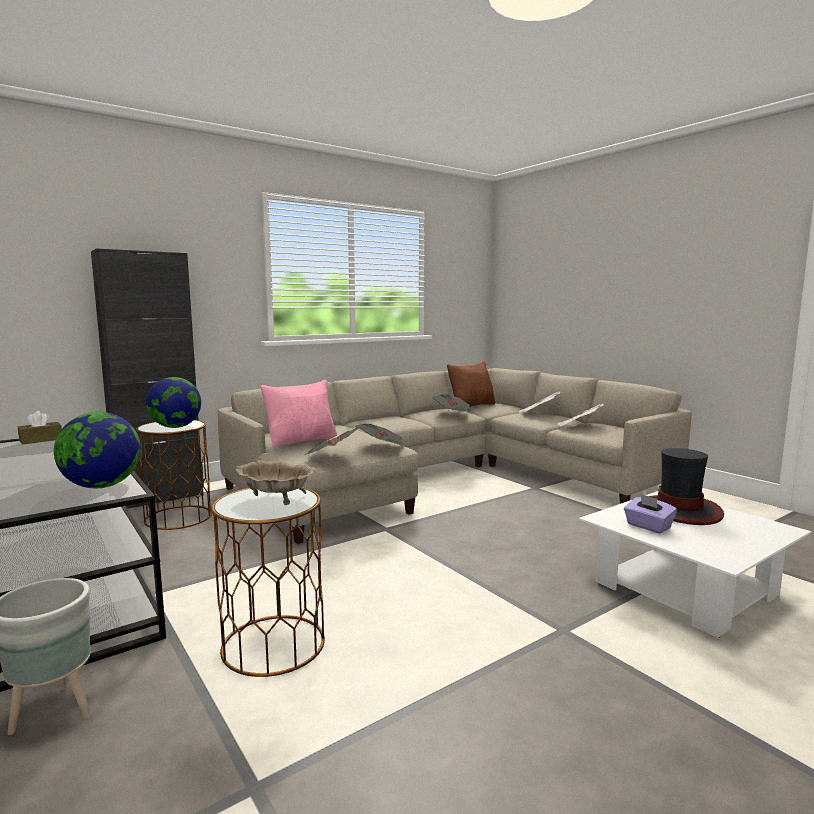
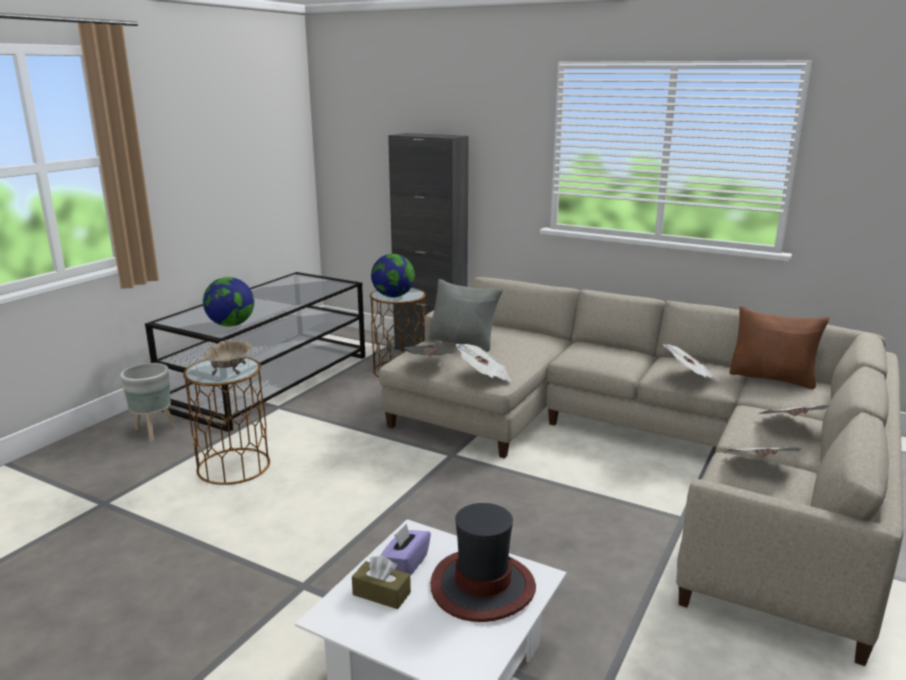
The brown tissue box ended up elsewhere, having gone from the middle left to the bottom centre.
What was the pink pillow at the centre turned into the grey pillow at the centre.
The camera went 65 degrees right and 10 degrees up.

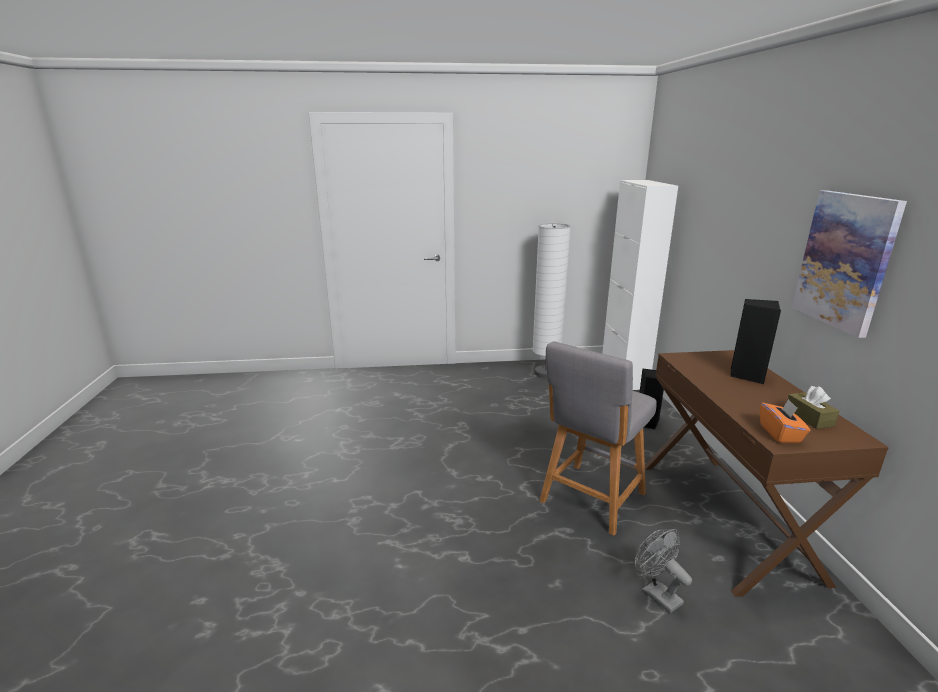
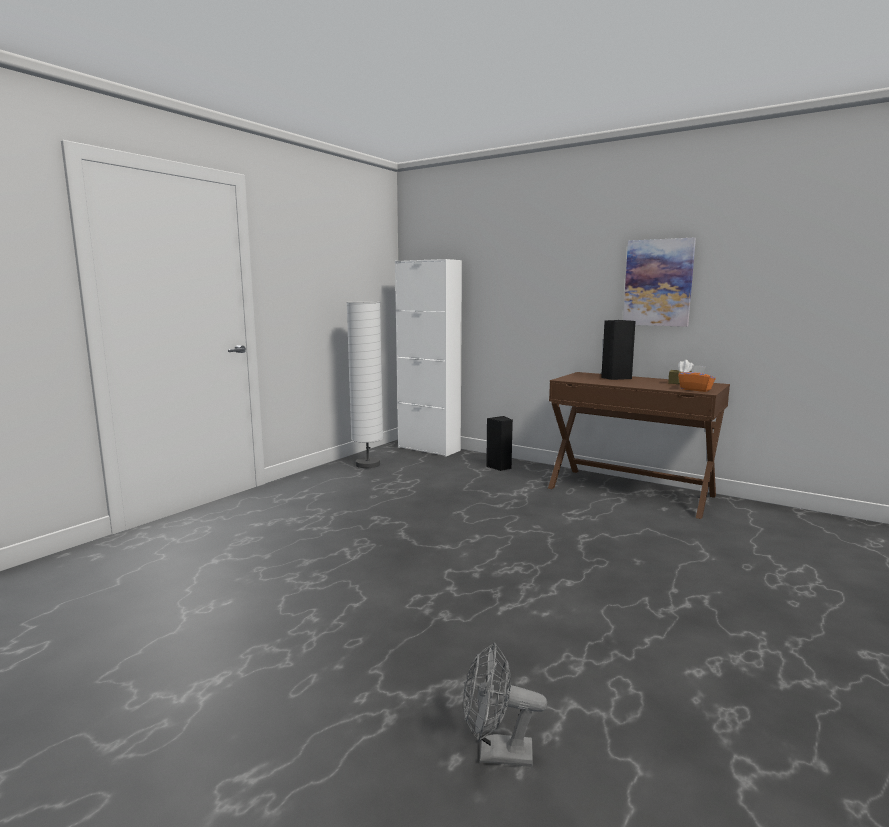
The second view lost the grey stool at the centre.
The grey fan ended up elsewhere, having gone from the bottom right to the bottom centre.
The camera went 50 degrees left and 10 degrees down.

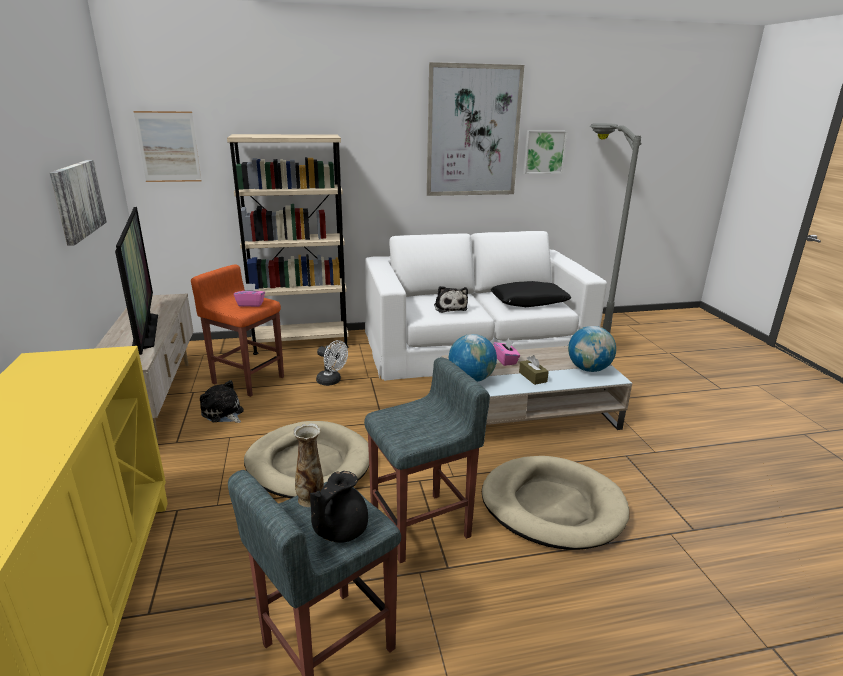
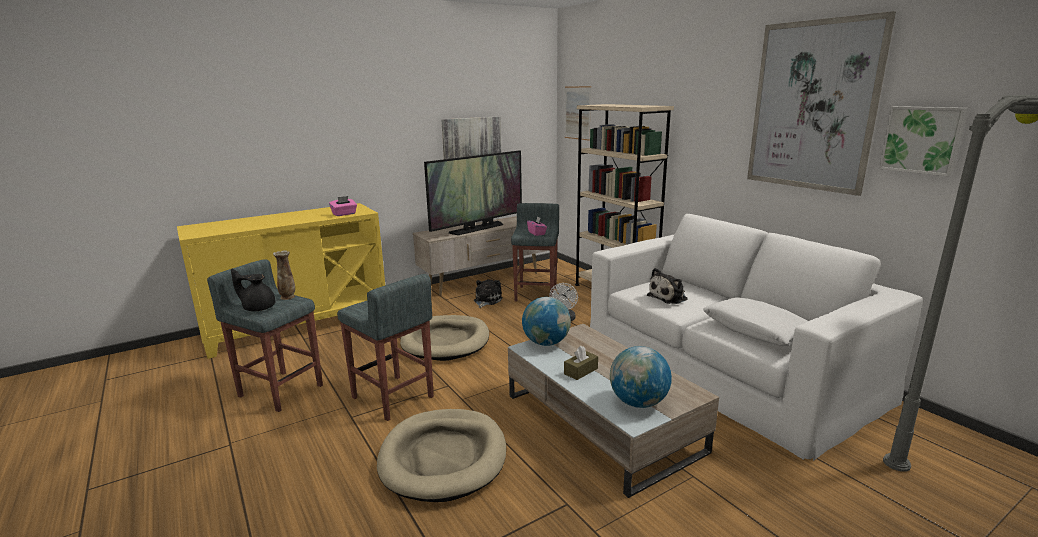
The pink tissue box (2nd from left in the first image) ended up elsewhere, having gone from the centre to the middle left.
What was the orange stool at the middle left turned into the grey stool (3rd from left) at the centre.
What was the black pillow at the centre turned into the white pillow at the middle right.
The camera went 70 degrees right and 5 degrees down.

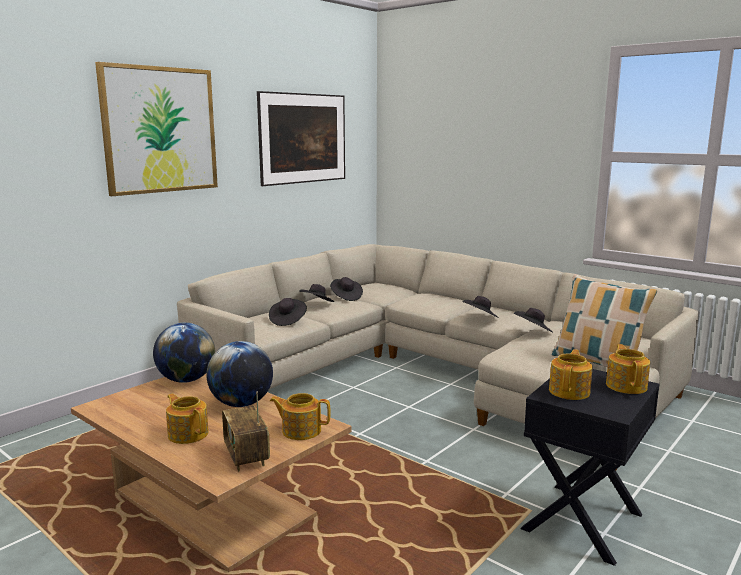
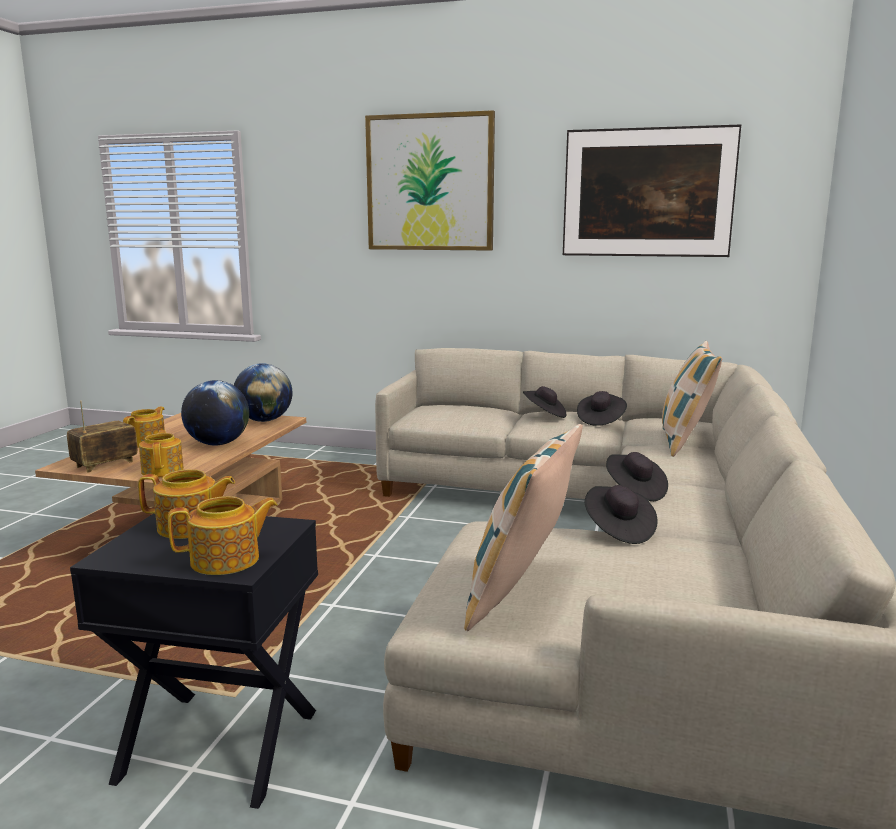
The second view lost the black hat (1st from left) at the centre.
The second view gained the pillow (2nd from left) at the middle right.
The camera went 65 degrees right and 0 degrees up.

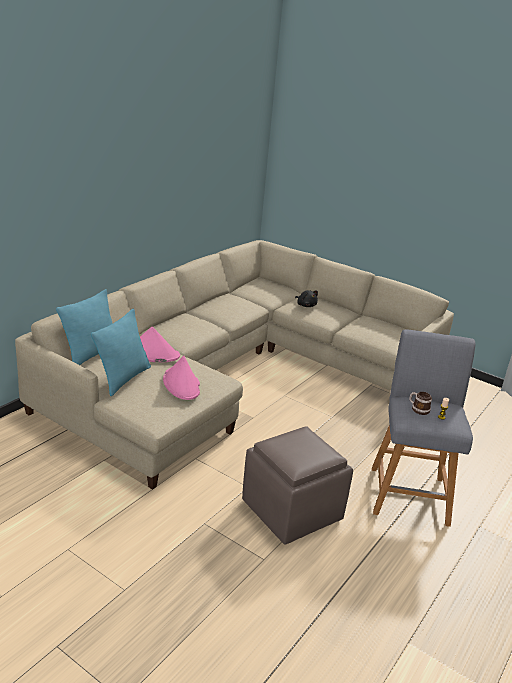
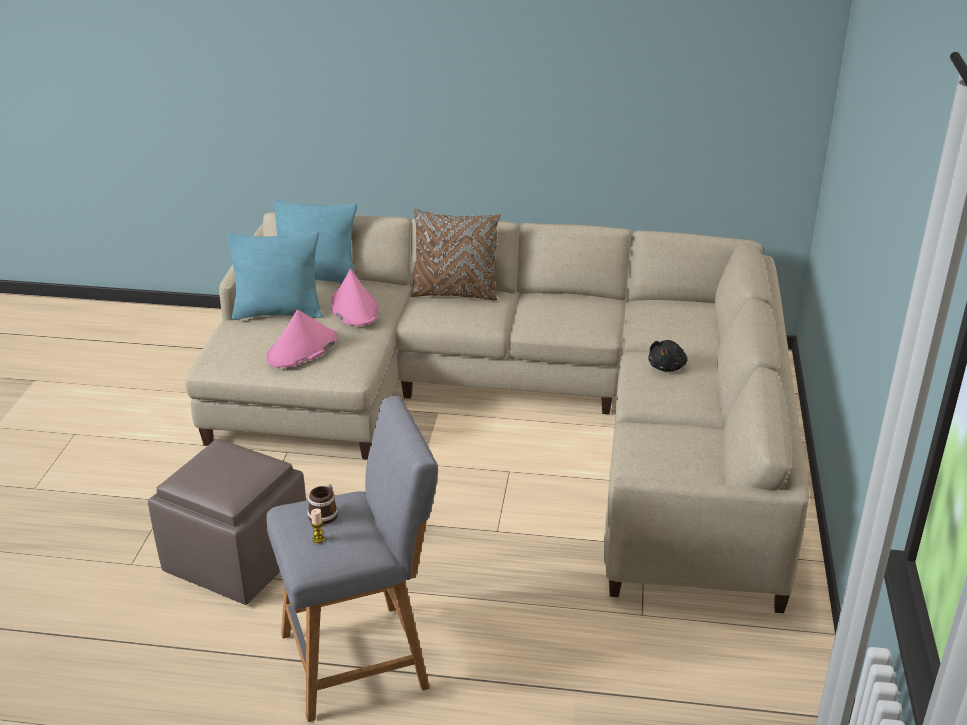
The second view gained the brown pillow at the centre.
The camera went 65 degrees right and 5 degrees up.

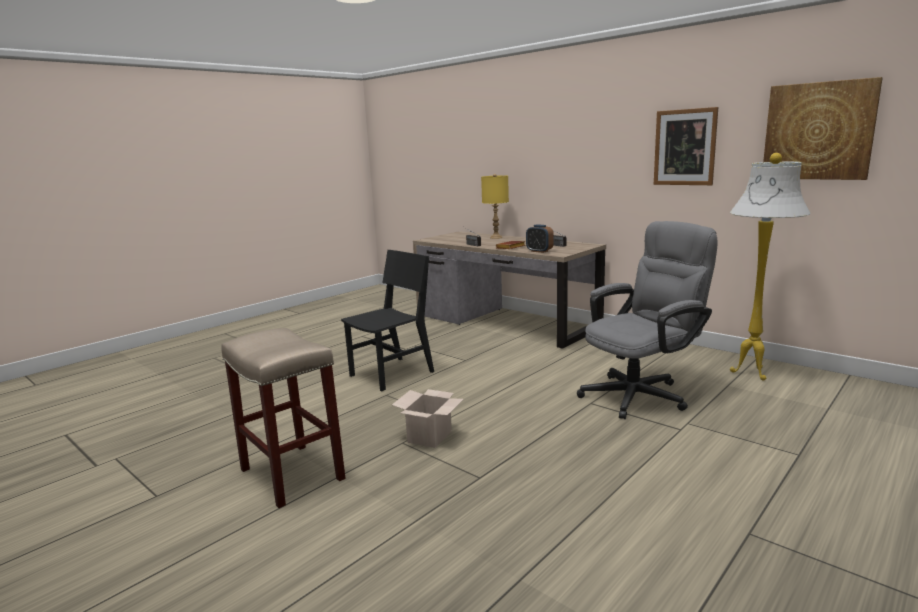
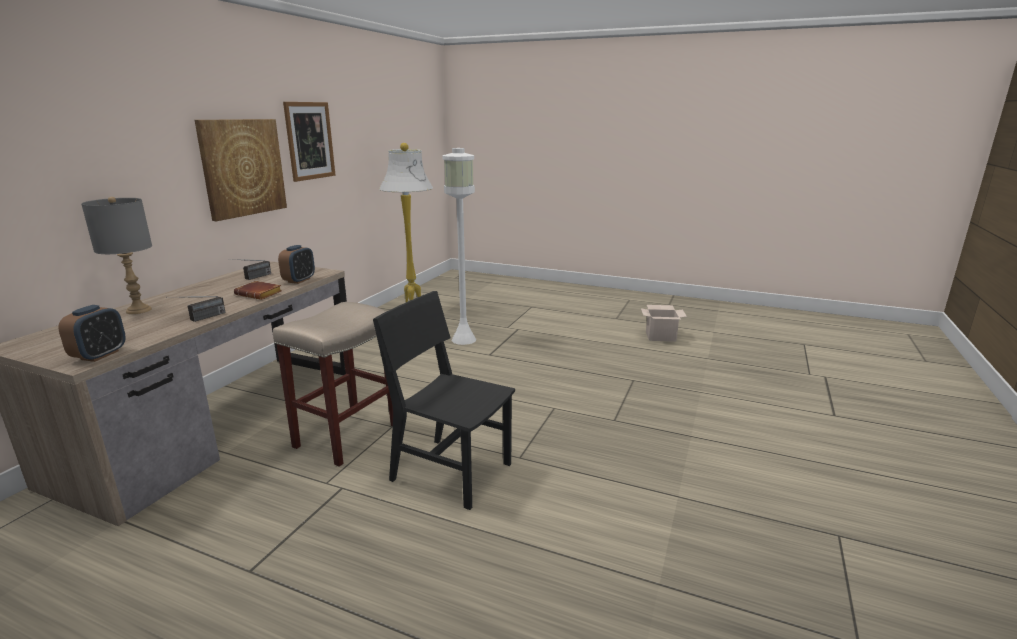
The second view gained the alarm clock (1st from left) at the middle left.
The beige stool ended up elsewhere, having gone from the bottom left to the middle left.
The cardboard box ended up elsewhere, having gone from the bottom centre to the centre.
The picture (2nd from left in the first image) ended up elsewhere, having gone from the top right to the top left.
Where the grey office chair stood at the middle right, the white floor lamp (2nd from left) came to stand at the centre.
What was the yellow table lamp at the centre turned into the grey table lamp at the middle left.
The camera went 110 degrees left and 5 degrees up.

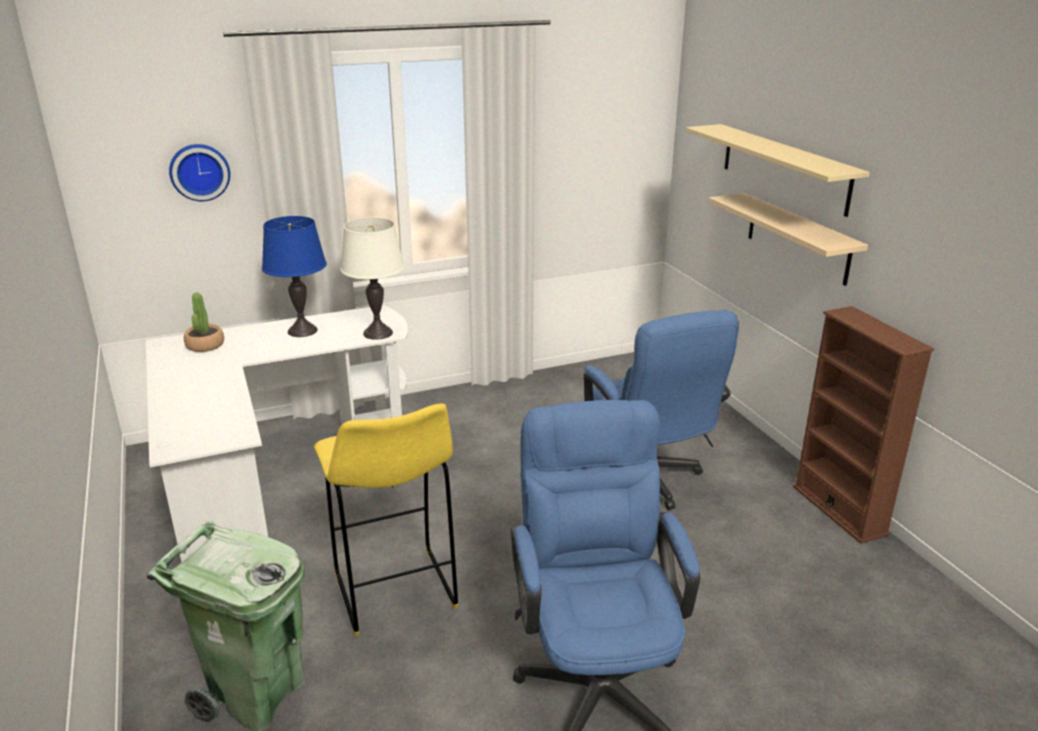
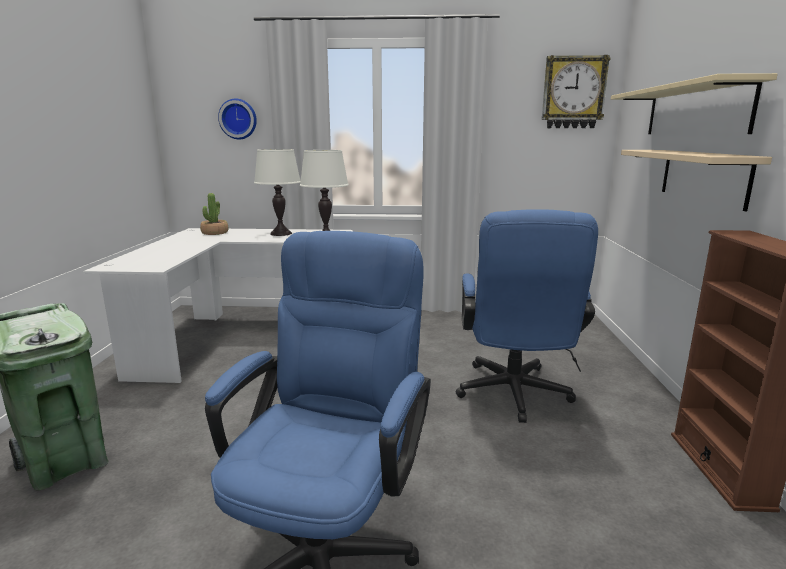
The second view lost the yellow stool at the bottom centre.
The second view gained the wall clock (2nd from left) at the top right.
What was the blue table lamp at the middle left turned into the white table lamp (1st from left) at the centre.
The camera went 25 degrees right and 10 degrees down.

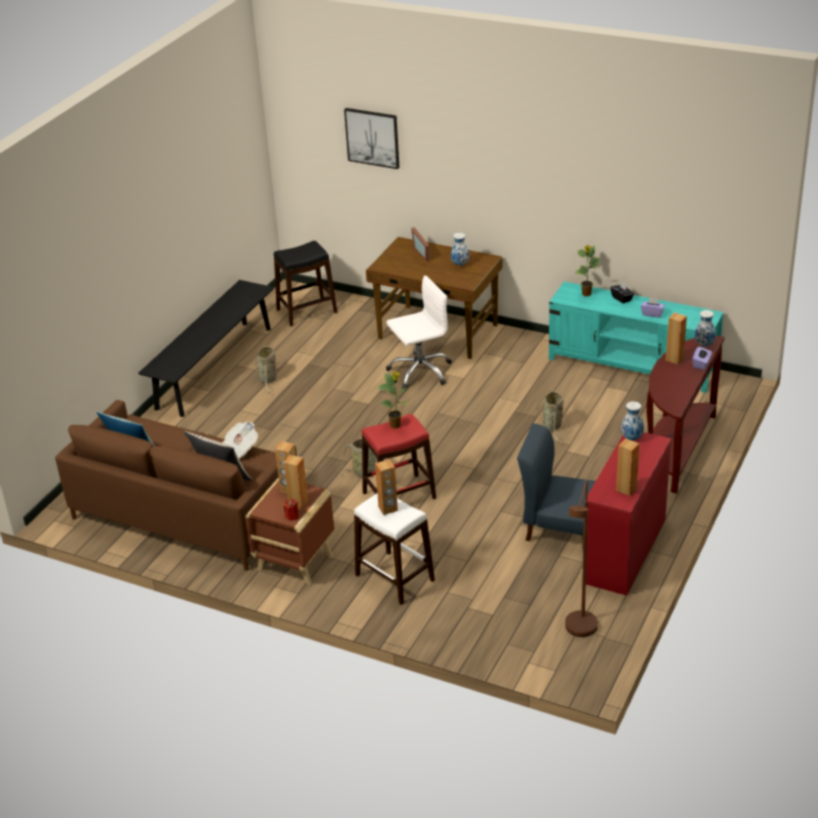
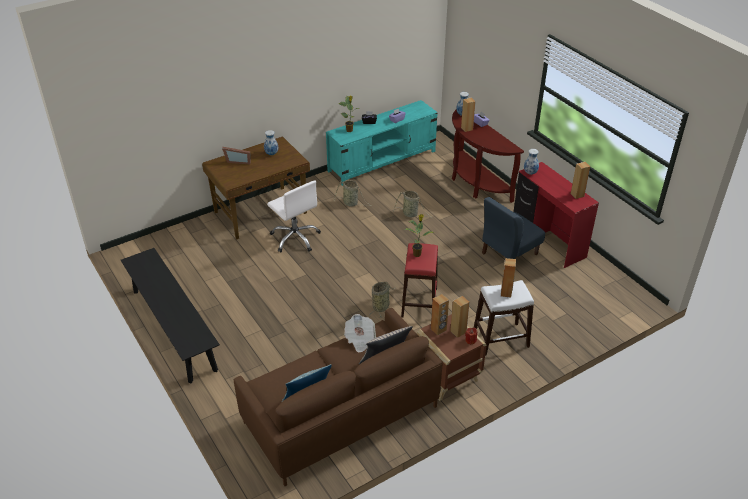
The second view lost the black stool at the centre.
The second view lost the picture at the top centre.
The second view lost the brown floor lamp at the bottom right.
The basket (1st from left) ended up elsewhere, having gone from the middle left to the centre.
The white office chair at the centre ended up facing another way, 135 degrees clockwise from before.
The camera went 60 degrees left and 5 degrees up.

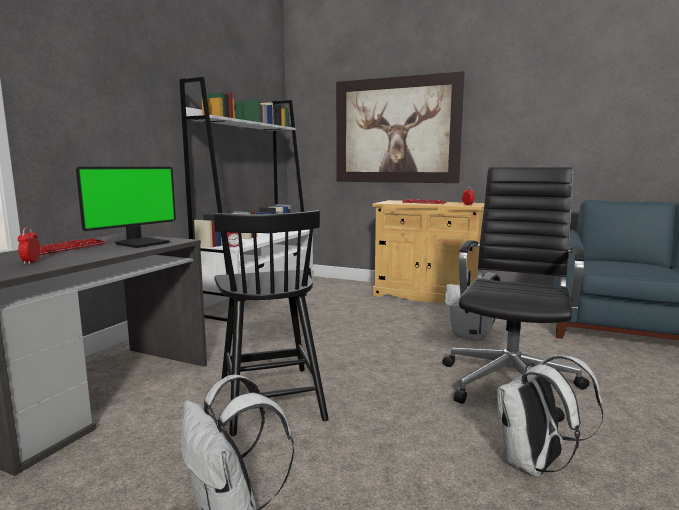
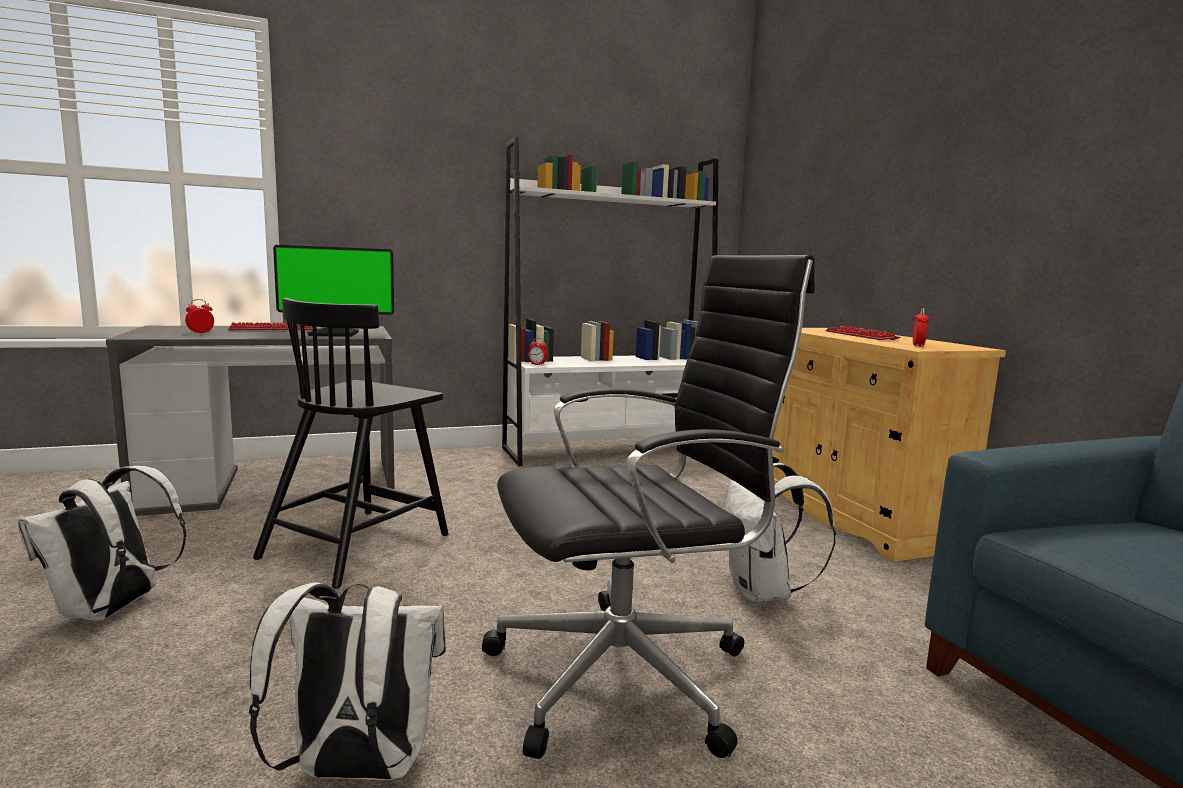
The second view lost the picture at the top centre.
The camera went 45 degrees right and 0 degrees up.

